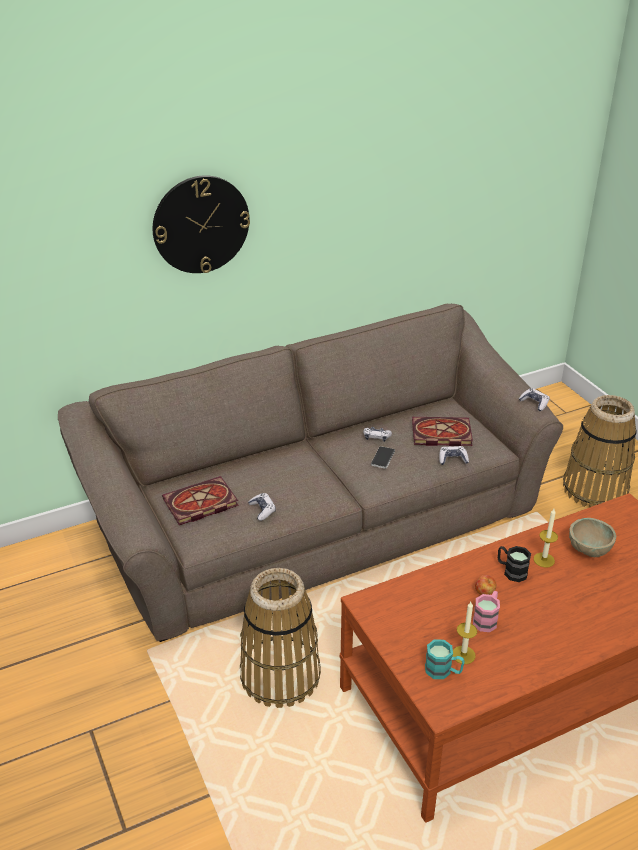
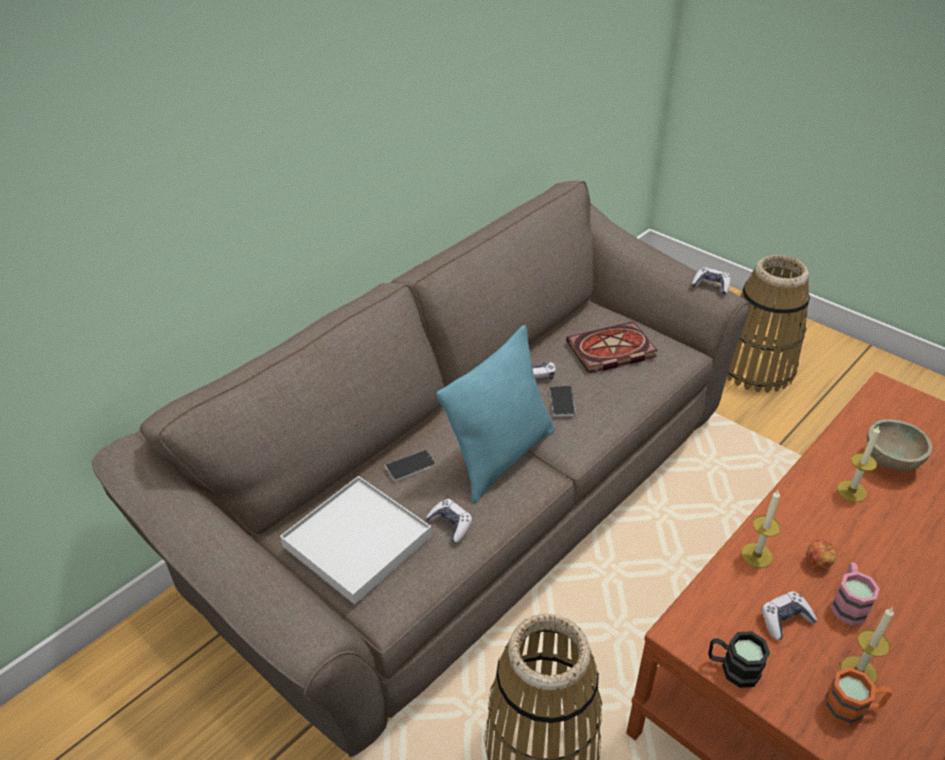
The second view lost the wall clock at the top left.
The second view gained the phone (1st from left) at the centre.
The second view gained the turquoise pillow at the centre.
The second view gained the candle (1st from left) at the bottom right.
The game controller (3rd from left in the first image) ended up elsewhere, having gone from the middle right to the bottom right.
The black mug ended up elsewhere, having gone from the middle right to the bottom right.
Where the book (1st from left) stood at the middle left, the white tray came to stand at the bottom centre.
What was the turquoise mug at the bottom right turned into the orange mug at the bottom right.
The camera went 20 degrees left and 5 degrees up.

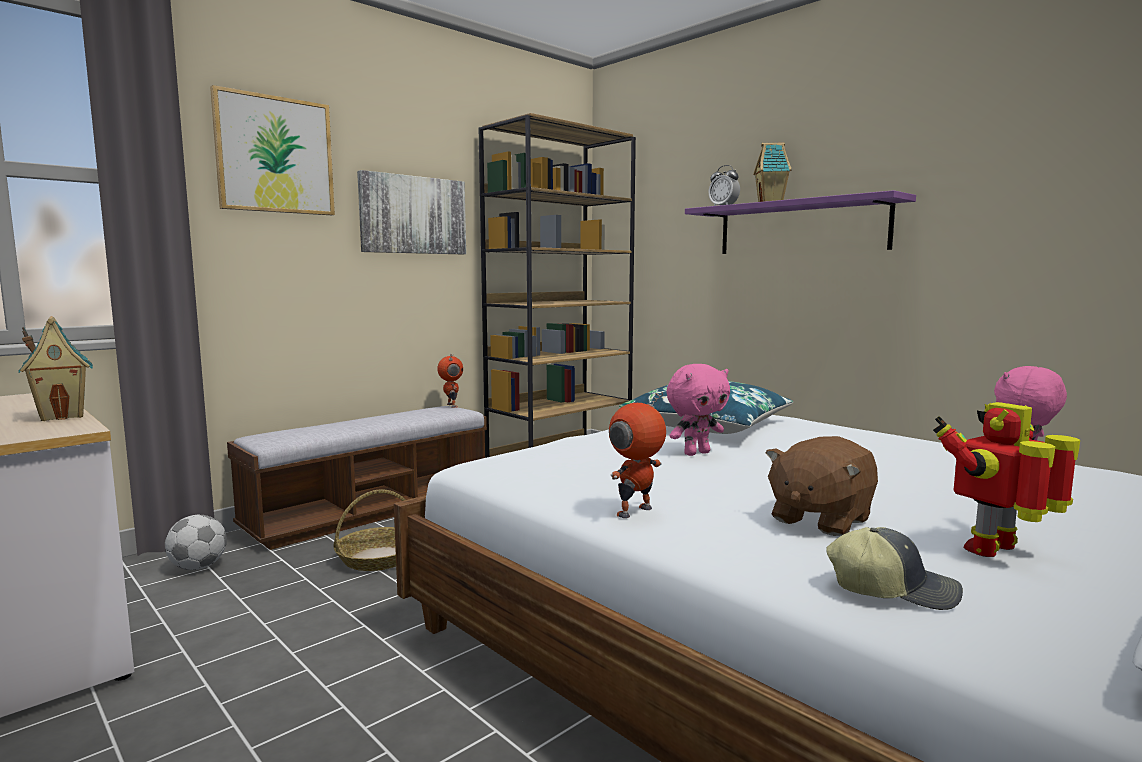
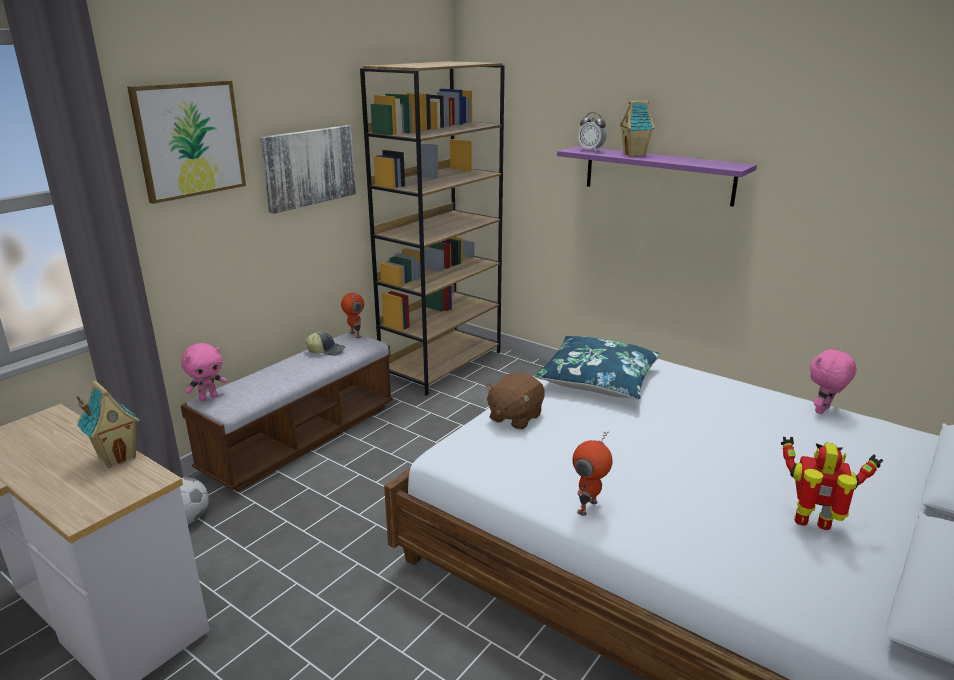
The second view lost the basket at the bottom left.
The pink plush toy (1st from left) ended up elsewhere, having gone from the centre to the middle left.
The brown plush toy ended up elsewhere, having gone from the middle right to the centre.
The cap ended up elsewhere, having gone from the bottom right to the centre.
The toy robot (3rd from left) at the middle right ended up facing another way, 60 degrees clockwise from before.
The camera went 10 degrees left and 15 degrees up.

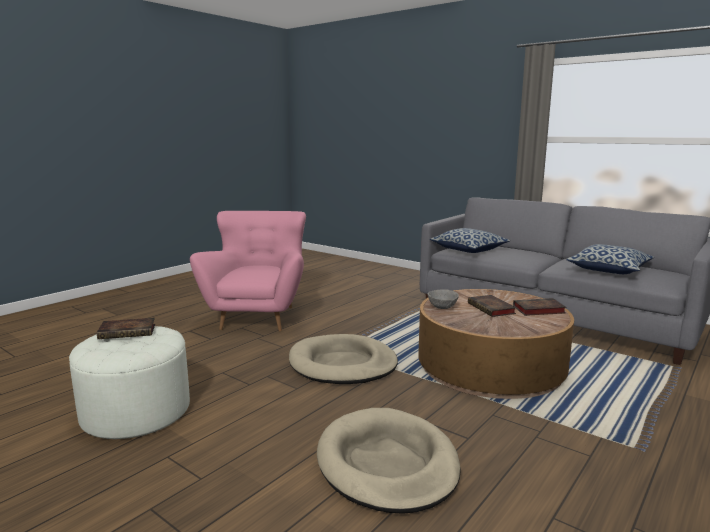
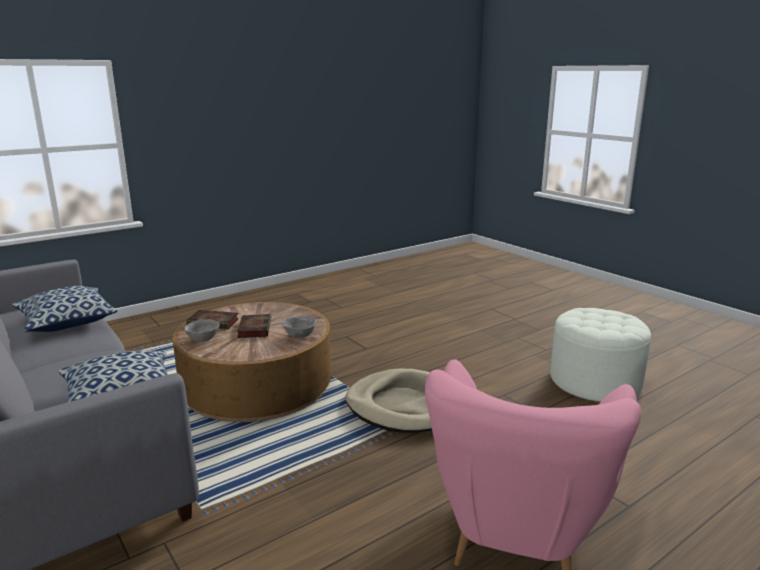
The second view lost the book (1st from left) at the middle left.
The second view lost the beige dog bed (2nd from left) at the bottom centre.
The second view gained the grey bowl (1st from left) at the middle left.
The camera went 165 degrees left and 5 degrees up.

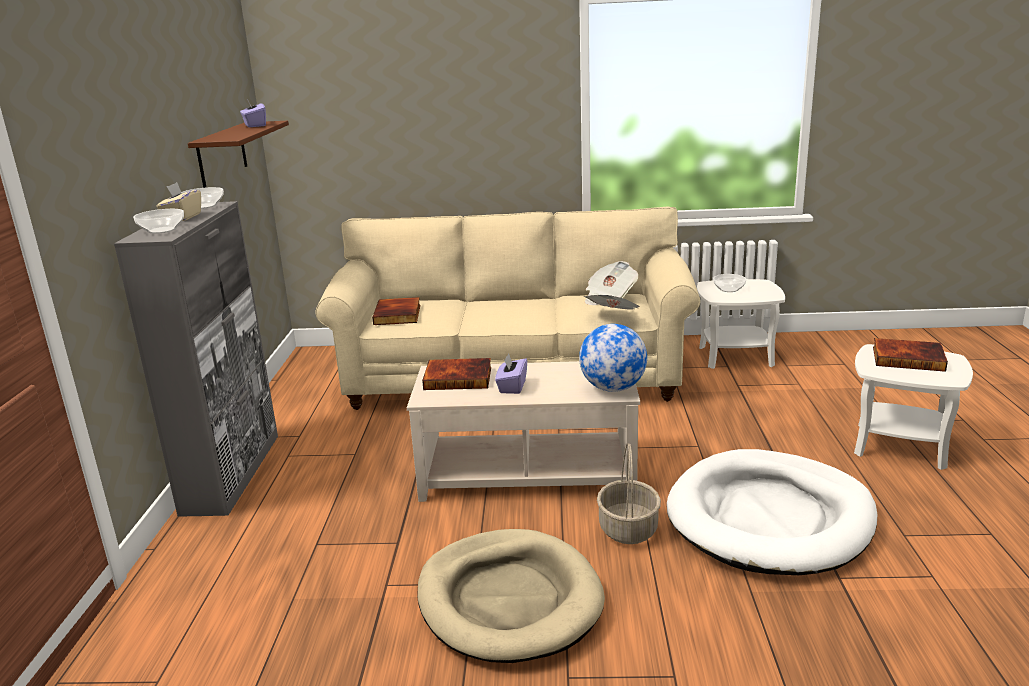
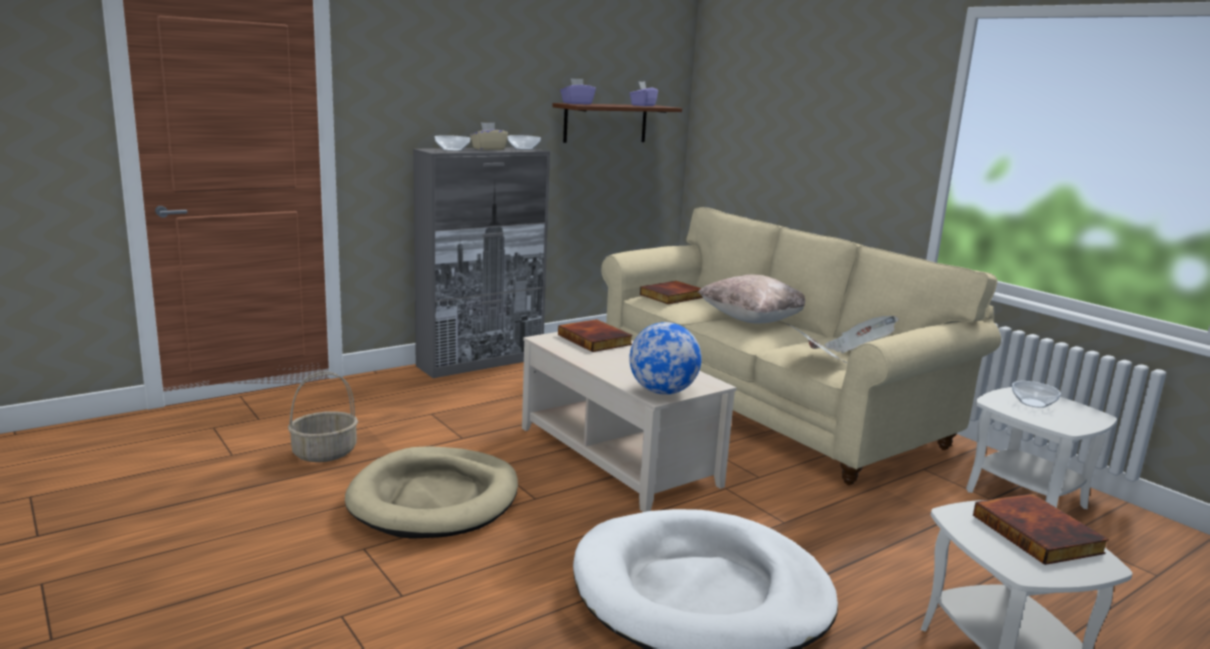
The second view gained the beige pillow at the centre.
The purple tissue box (2nd from left in the first image) ended up elsewhere, having gone from the centre to the top centre.
The basket ended up elsewhere, having gone from the bottom centre to the middle left.
The camera went 50 degrees right and 5 degrees down.

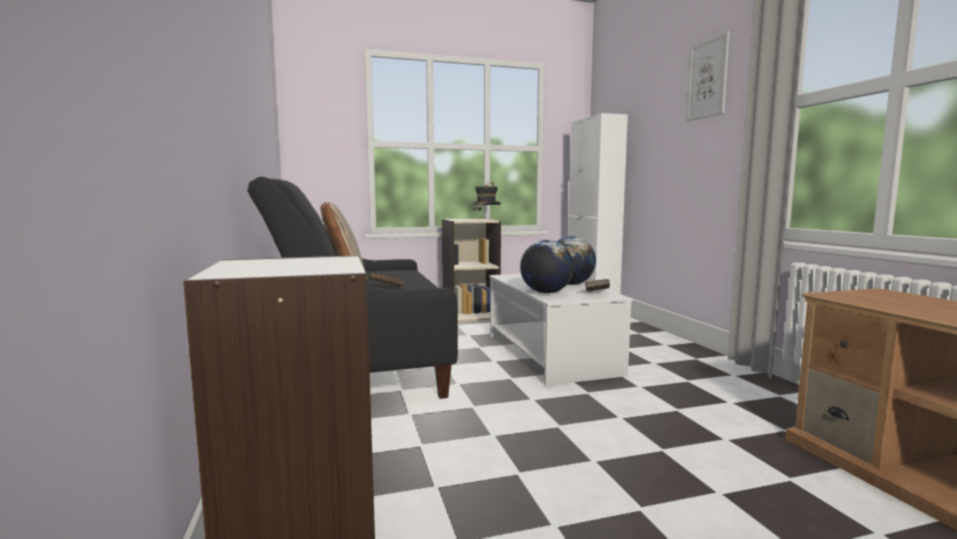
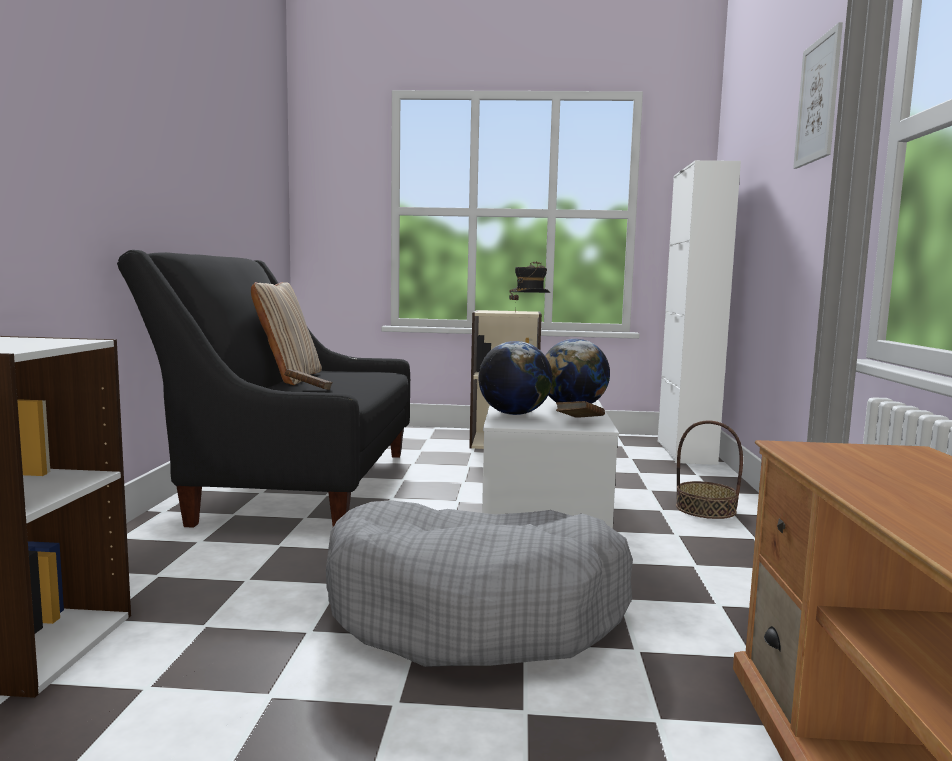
The second view gained the grey dog bed at the bottom centre.
The second view gained the basket at the middle right.
The camera went 20 degrees right and 0 degrees up.

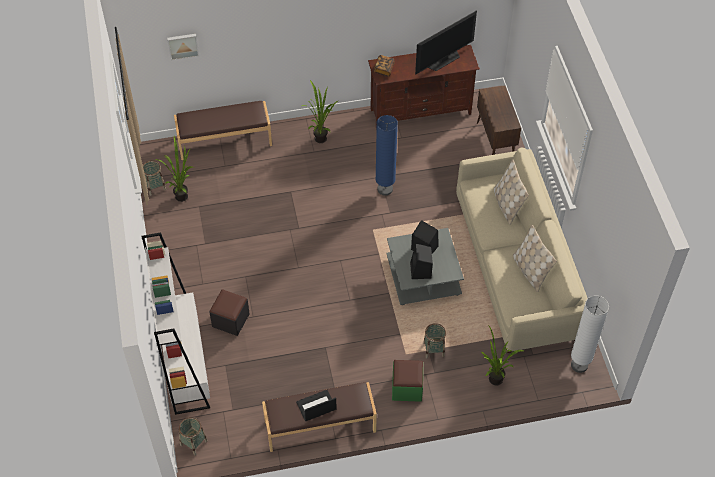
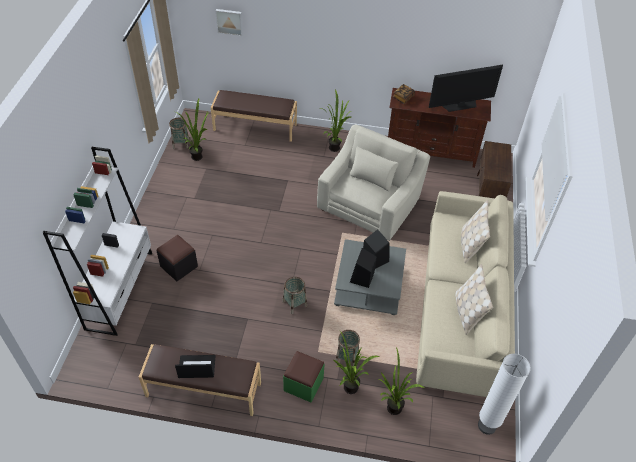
The second view gained the potted plant (3rd from left) at the bottom centre.
The basket (2nd from left) ended up elsewhere, having gone from the bottom left to the centre.
Where the blue floor lamp stood at the top centre, the beige armchair came to stand at the centre.
The camera went 20 degrees right and 5 degrees down.

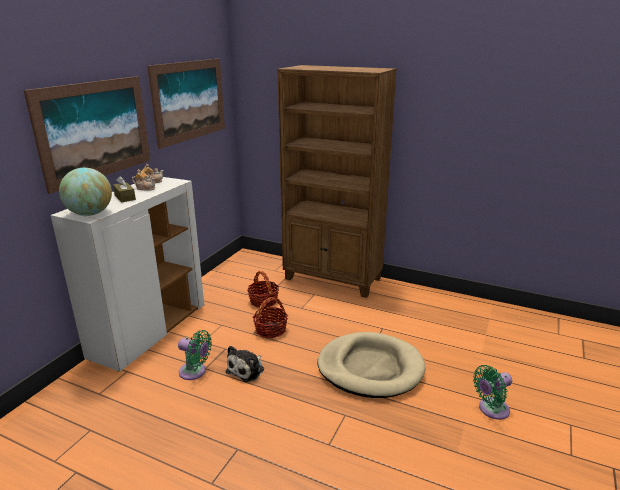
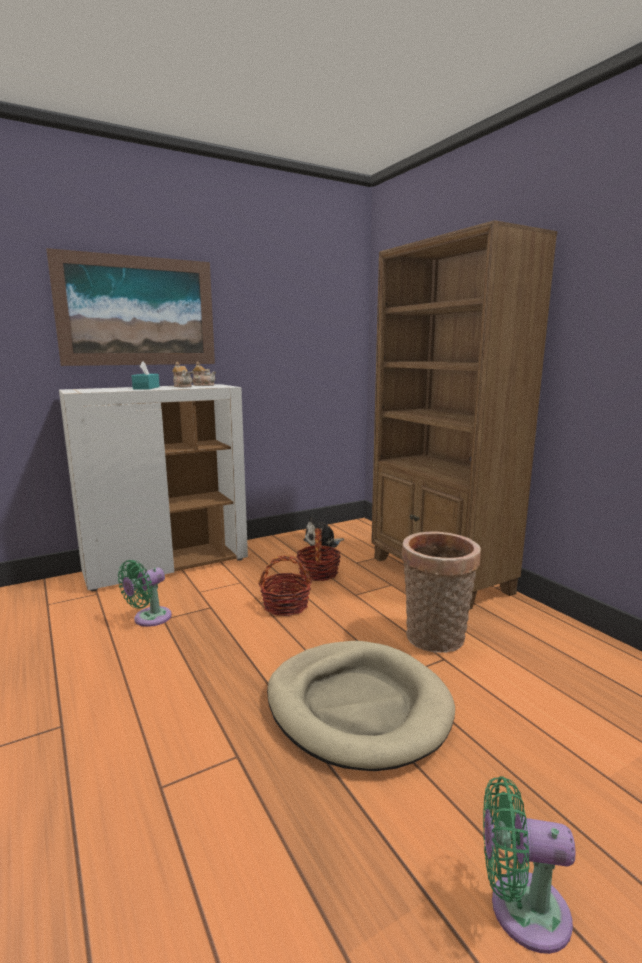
The second view lost the globe at the middle left.
The second view lost the picture (2nd from left) at the top left.
The second view gained the basket (3rd from left) at the middle right.
The plush toy ended up elsewhere, having gone from the bottom centre to the centre.
What was the brown tissue box at the middle left turned into the turquoise tissue box at the middle left.
The green fan (1st from left) at the bottom left ended up facing another way, 75 degrees clockwise from before.
The camera went 35 degrees right and 10 degrees down.

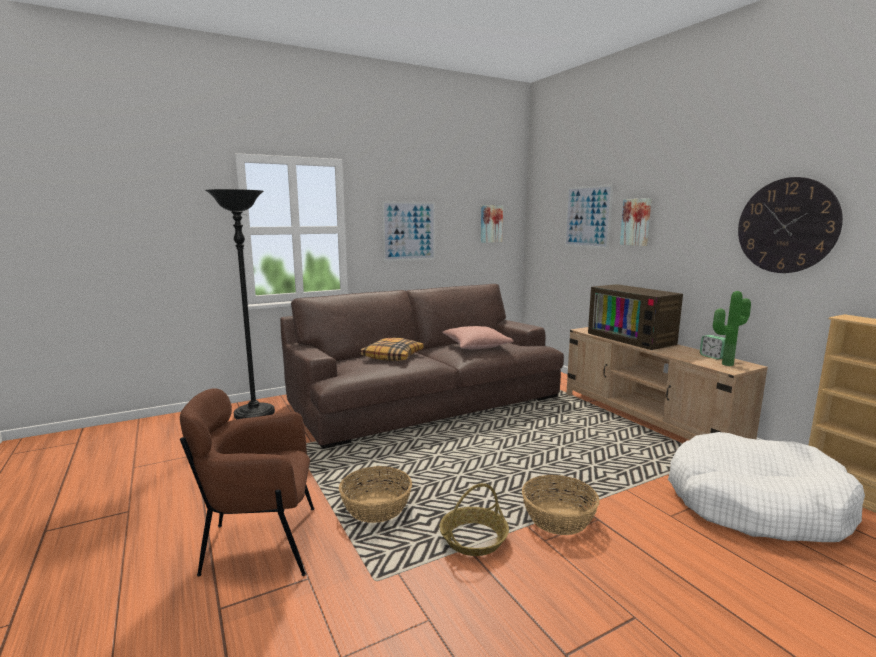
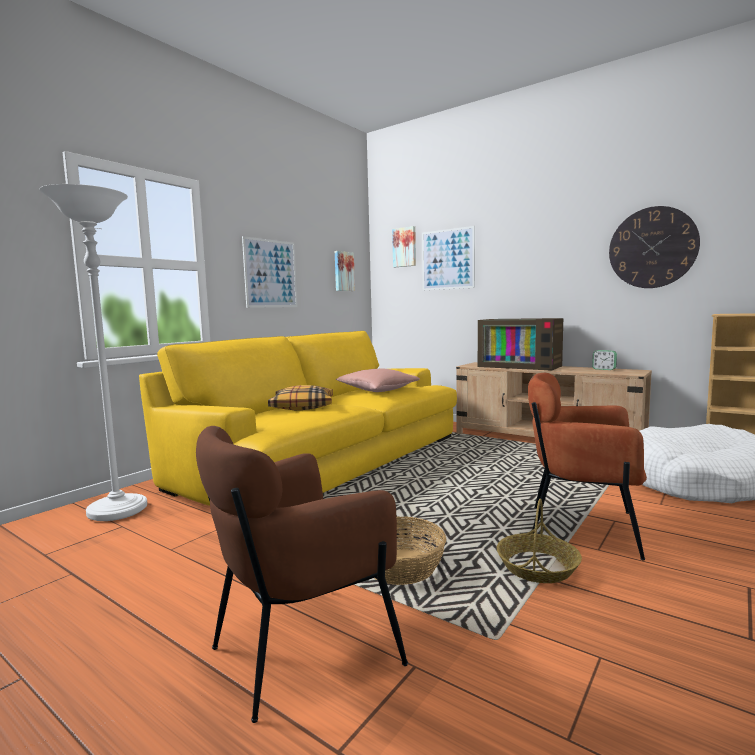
The second view lost the potted plant at the middle right.
The picture (4th from left in the first image) ended up elsewhere, having gone from the middle right to the top centre.
Where the basket (3rd from left) stood at the bottom centre, the brown armchair (2nd from left) came to stand at the middle right.
What was the black floor lamp at the middle left turned into the white floor lamp at the middle left.
What was the brown sofa at the centre turned into the yellow sofa at the centre.
The camera went 25 degrees left and 5 degrees down.

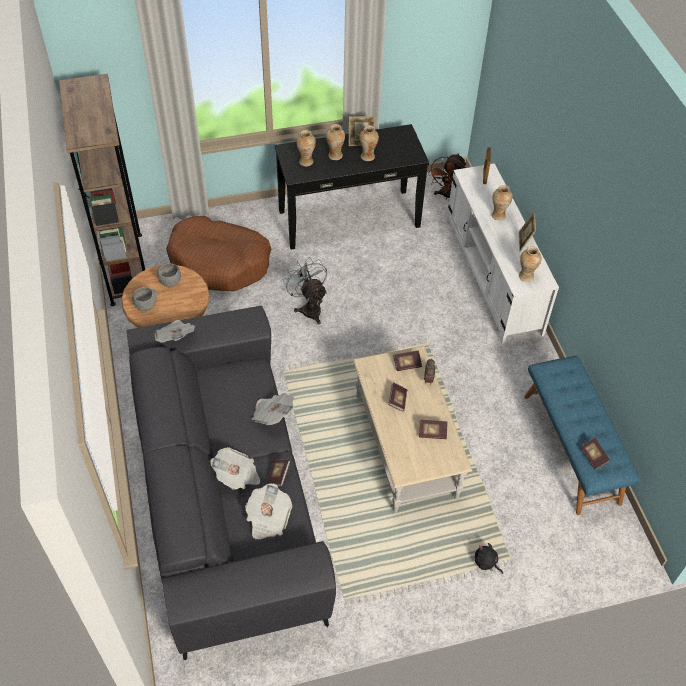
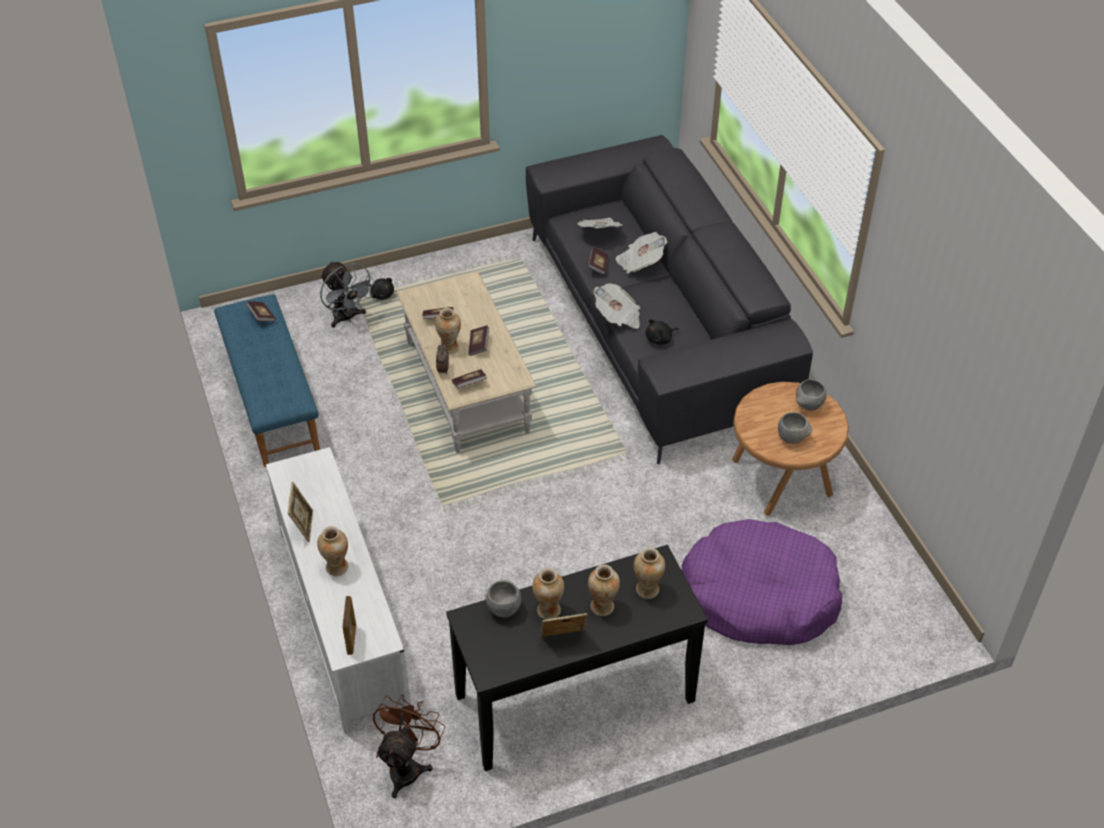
The second view lost the brown bookcase at the top left.
The second view lost the newspaper (1st from left) at the middle left.
The second view gained the grey bowl (1st from left) at the bottom centre.
The second view gained the black plush toy (2nd from left) at the centre.
The grey fan ended up elsewhere, having gone from the centre to the middle left.
The vase (5th from left in the first image) ended up elsewhere, having gone from the middle right to the centre.
What was the brown dog bed at the middle left turned into the purple dog bed at the bottom right.
The camera went 175 degrees right and 5 degrees down.

